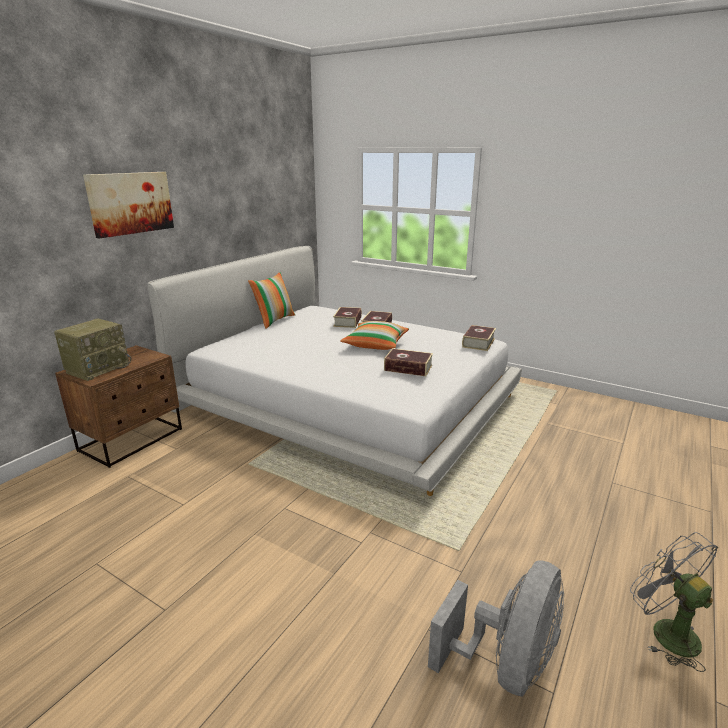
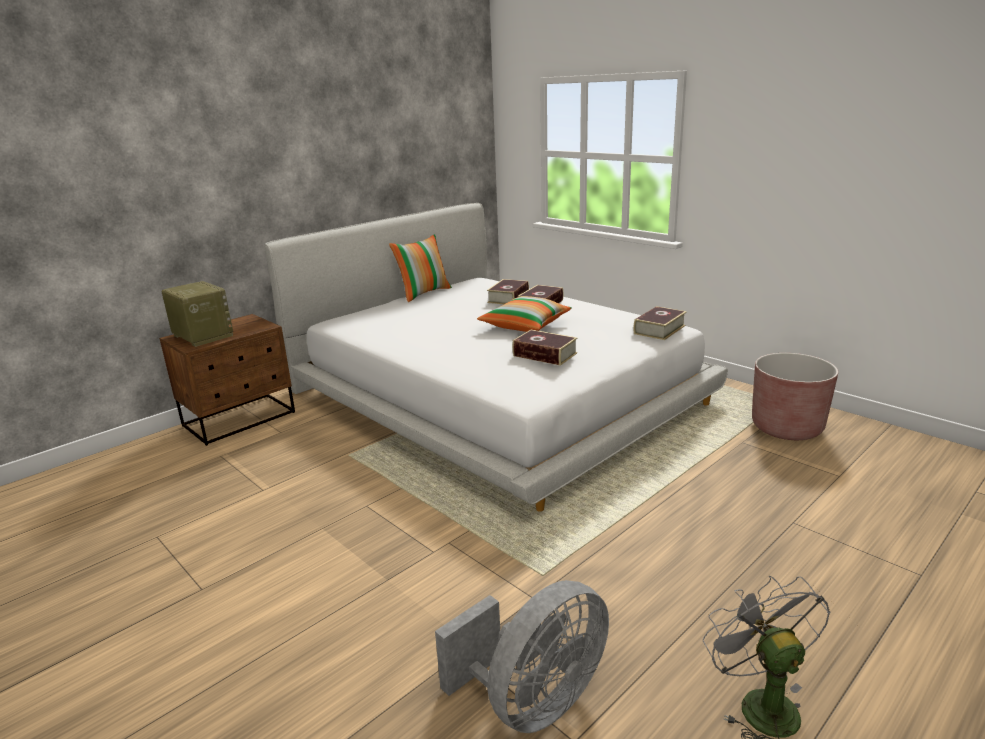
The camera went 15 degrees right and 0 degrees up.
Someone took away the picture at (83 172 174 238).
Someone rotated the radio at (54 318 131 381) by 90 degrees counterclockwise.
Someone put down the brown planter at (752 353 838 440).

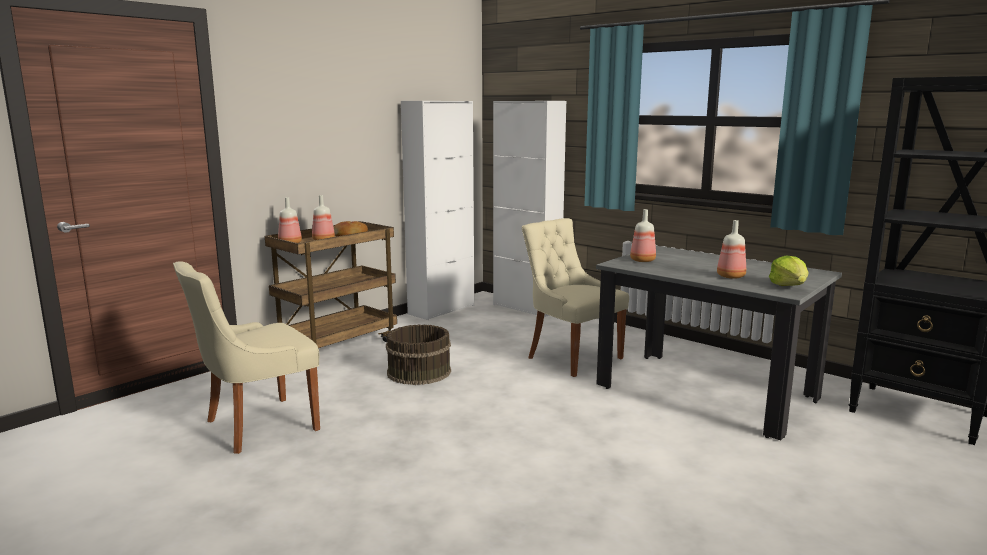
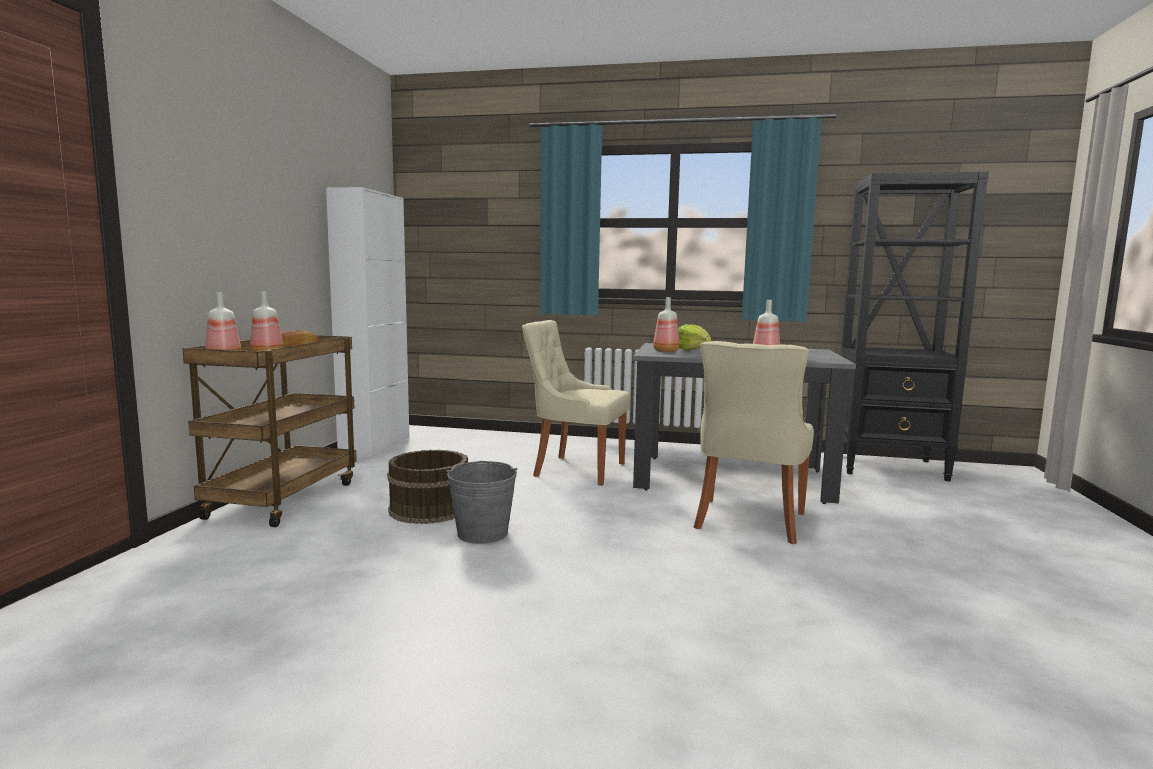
The camera went 30 degrees left and 5 degrees down.
Someone took away the white cabinet at (493 101 566 317).
Someone carried the lettuce from (769 255 809 286) to (678 324 711 350).
Someone carried the beige chair from (173 261 320 454) to (694 341 814 544).
Someone put down the grey bucket at (446 461 518 544).

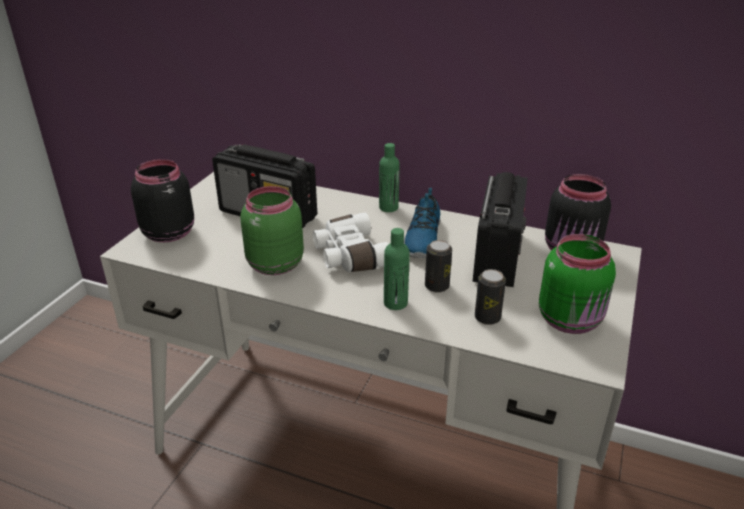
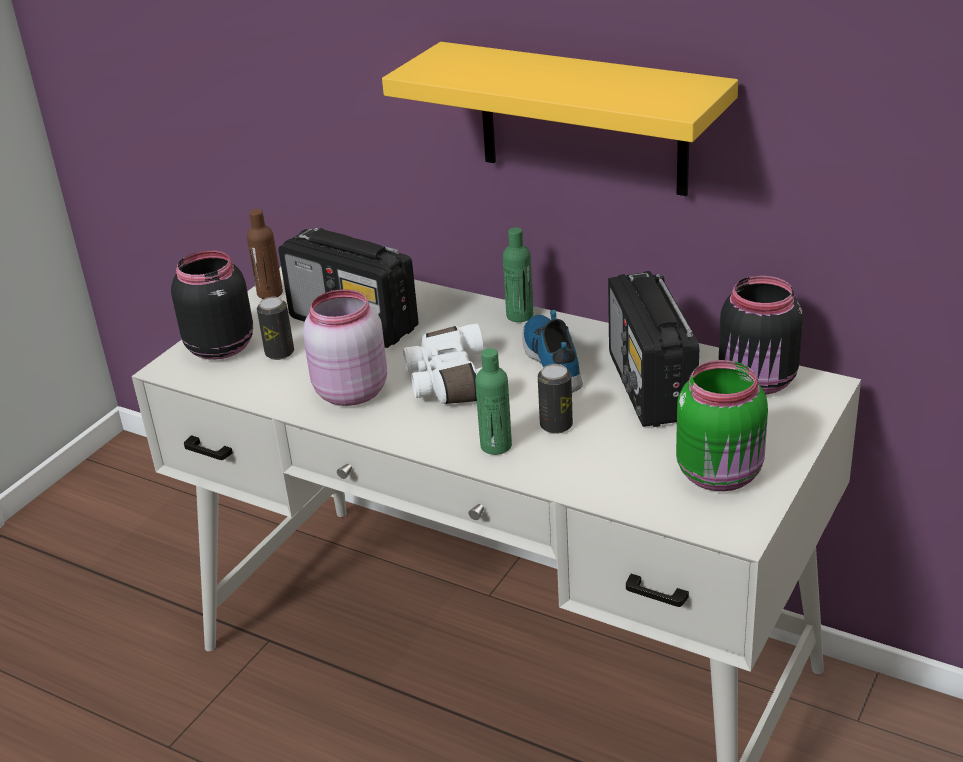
The camera went 10 degrees right and 0 degrees up.
Someone rotated the radio at (473 172 528 287) by 150 degrees clockwise.
Someone repainted the green jar at (240 186 304 275), which became the pink jar at (303 289 387 406).
Someone rotated the shoe at (404 188 441 258) by 150 degrees clockwise.
Someone carried the can from (475 269 506 325) to (257 297 294 360).
Someone put up the yellow shelf at (382 42 738 196).
Someone put down the brown bottle at (247 209 283 299).

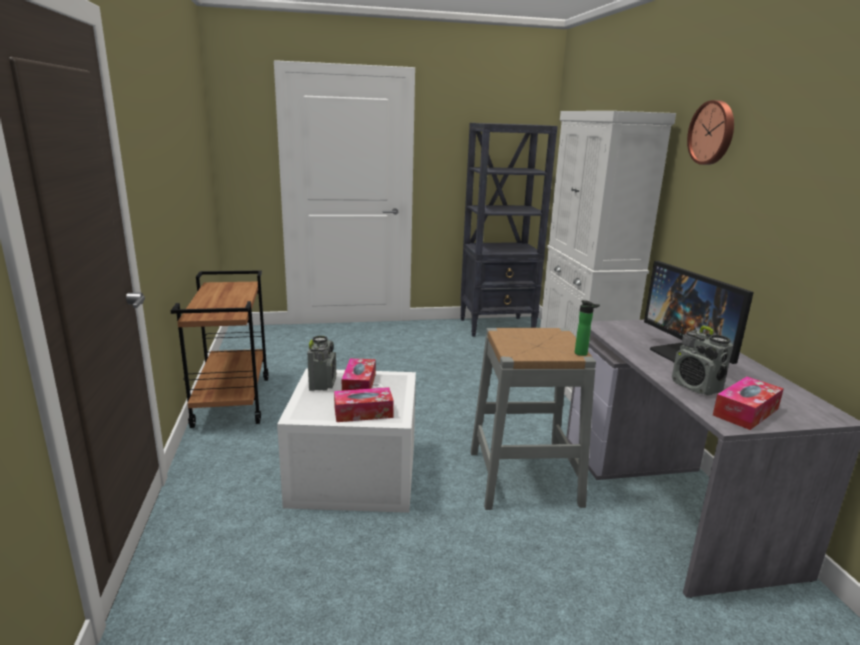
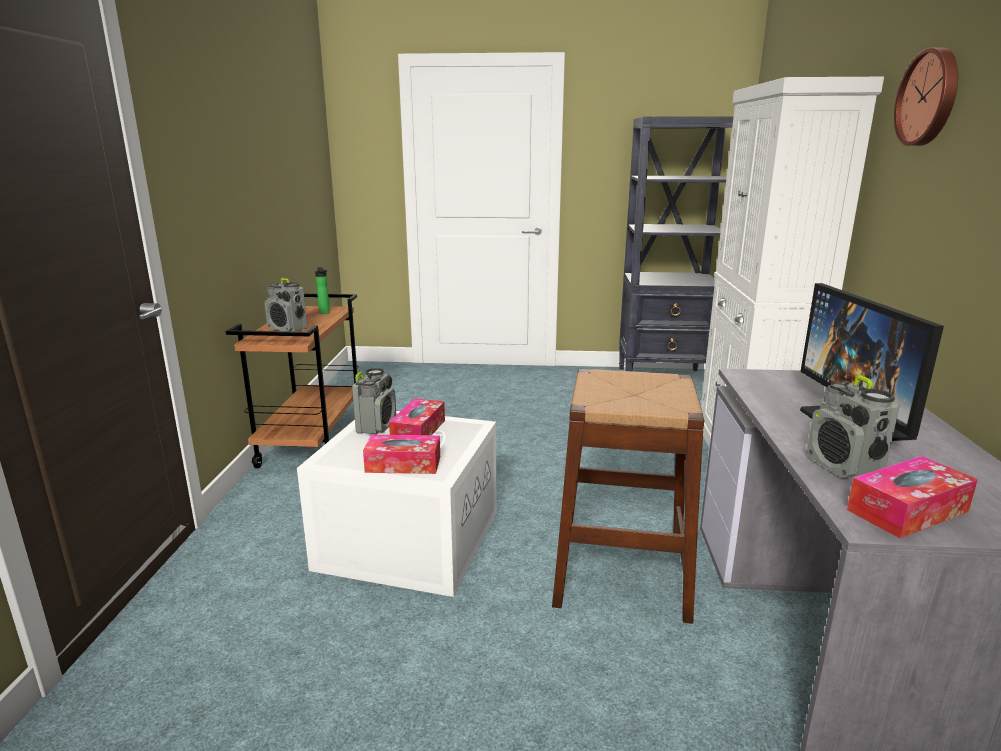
The camera went 15 degrees right and 0 degrees up.
Someone carried the bottle from (575 300 600 356) to (315 267 330 314).
Someone repainted the grey stool at (471 328 596 510), which became the brown stool at (552 369 704 624).
Someone put down the radio at (264 278 308 331).

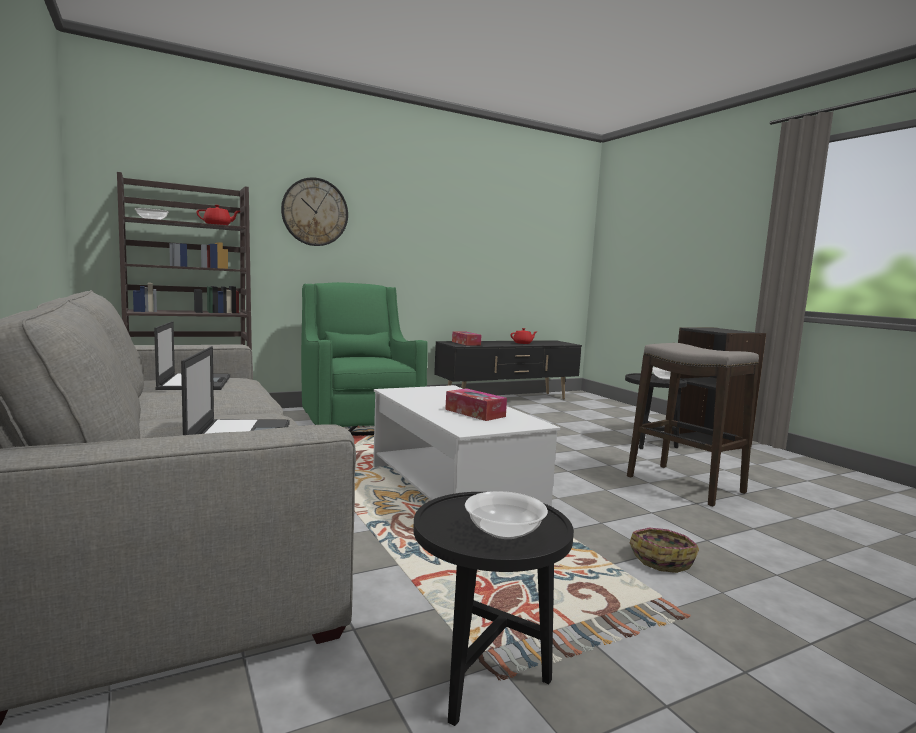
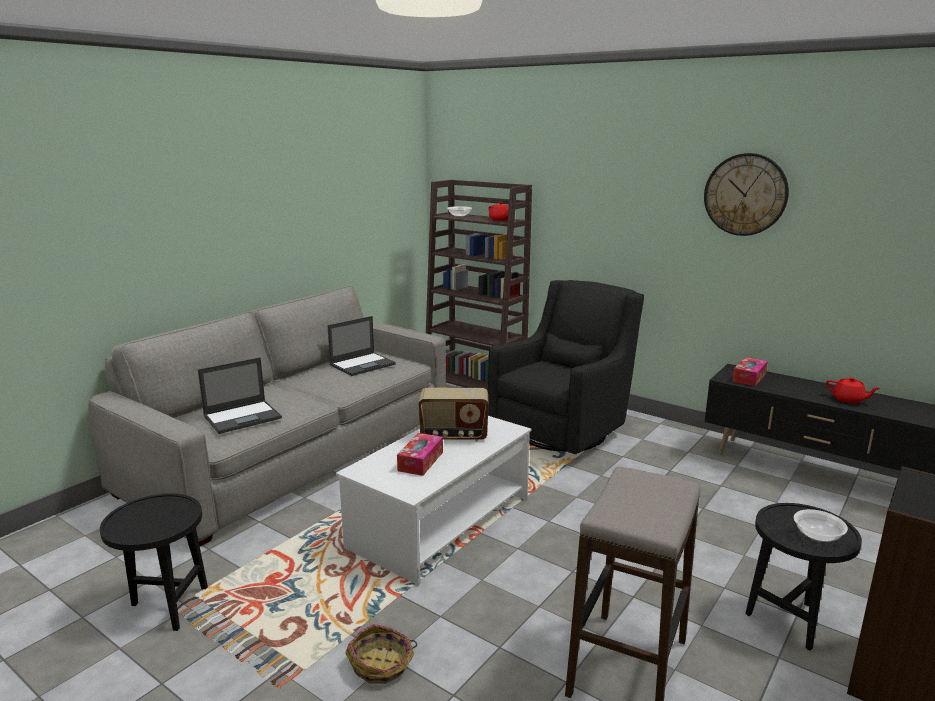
The camera went 65 degrees right and 10 degrees up.
Someone carried the wall clock from (281 177 348 246) to (704 153 789 236).
Someone repainted the green armchair at (301 282 428 436), which became the black armchair at (488 280 644 454).
Someone took away the bowl at (465 491 548 539).
Someone put down the radio at (418 388 488 441).

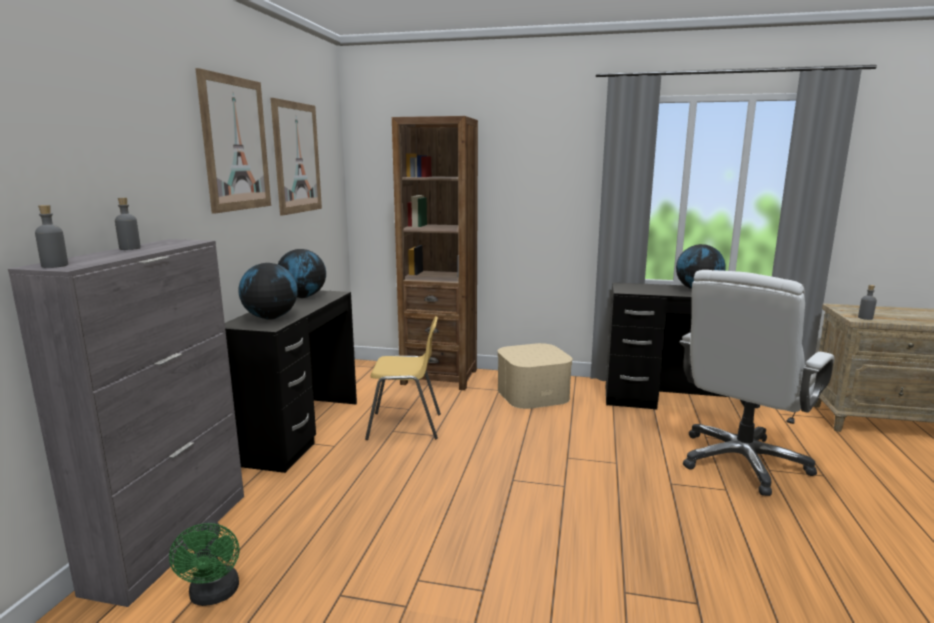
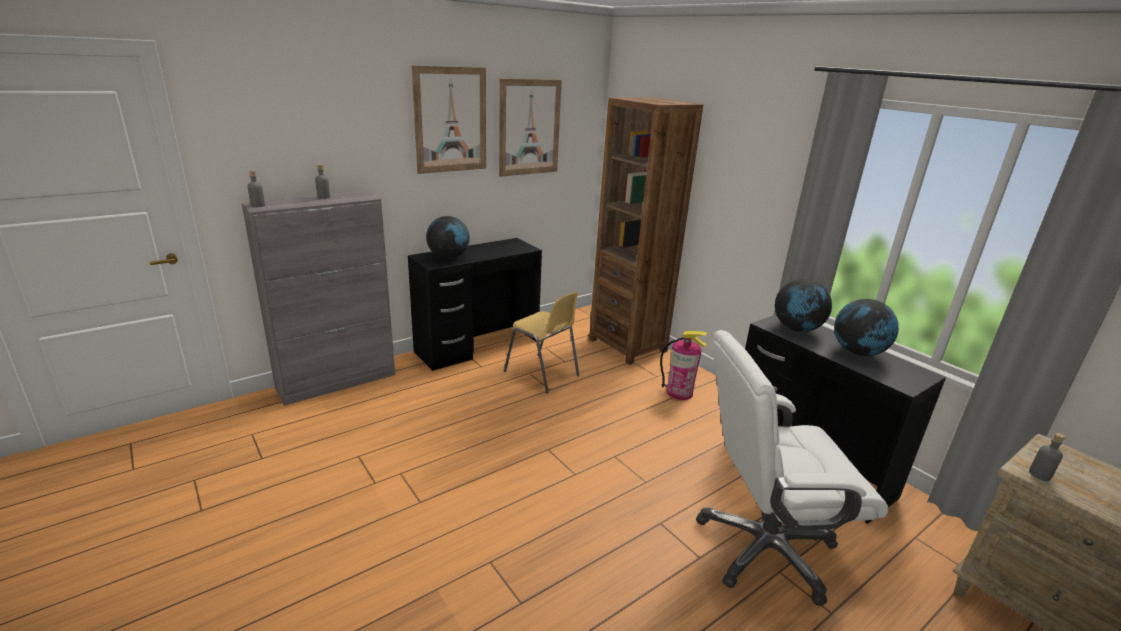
The camera went 40 degrees right and 10 degrees up.
Someone carried the globe from (278 249 326 298) to (775 279 832 332).
Someone swapped the beige storage box at (497 343 573 409) for the fire extinguisher at (660 331 707 400).
Someone took away the green fan at (169 520 239 606).

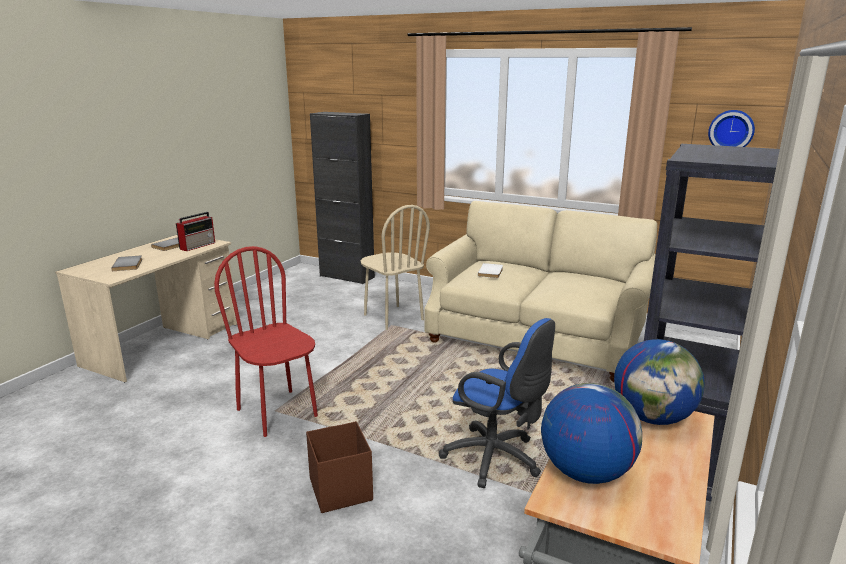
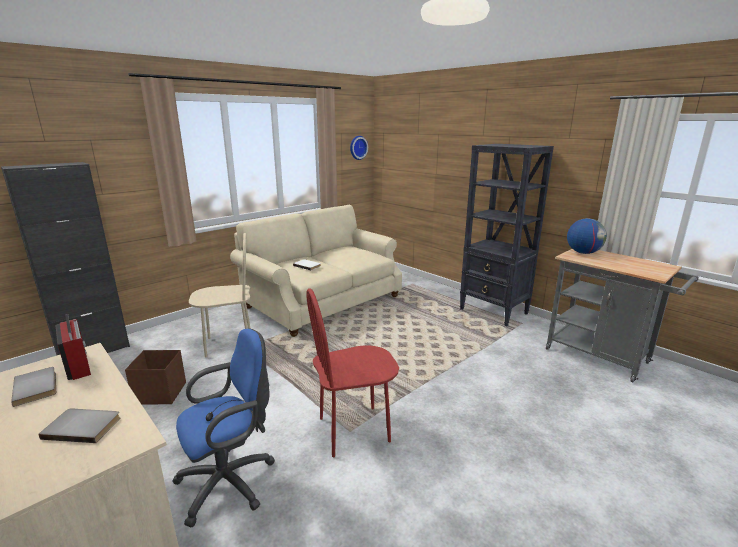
The camera went 70 degrees left and 0 degrees up.
Someone carried the blue office chair from (439 318 555 488) to (172 329 275 527).
Someone took away the globe at (541 383 642 484).
Someone carried the brown storage box from (306 421 373 513) to (125 350 186 405).

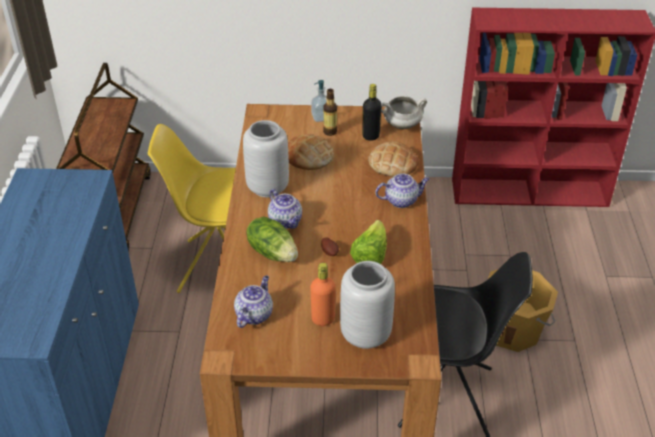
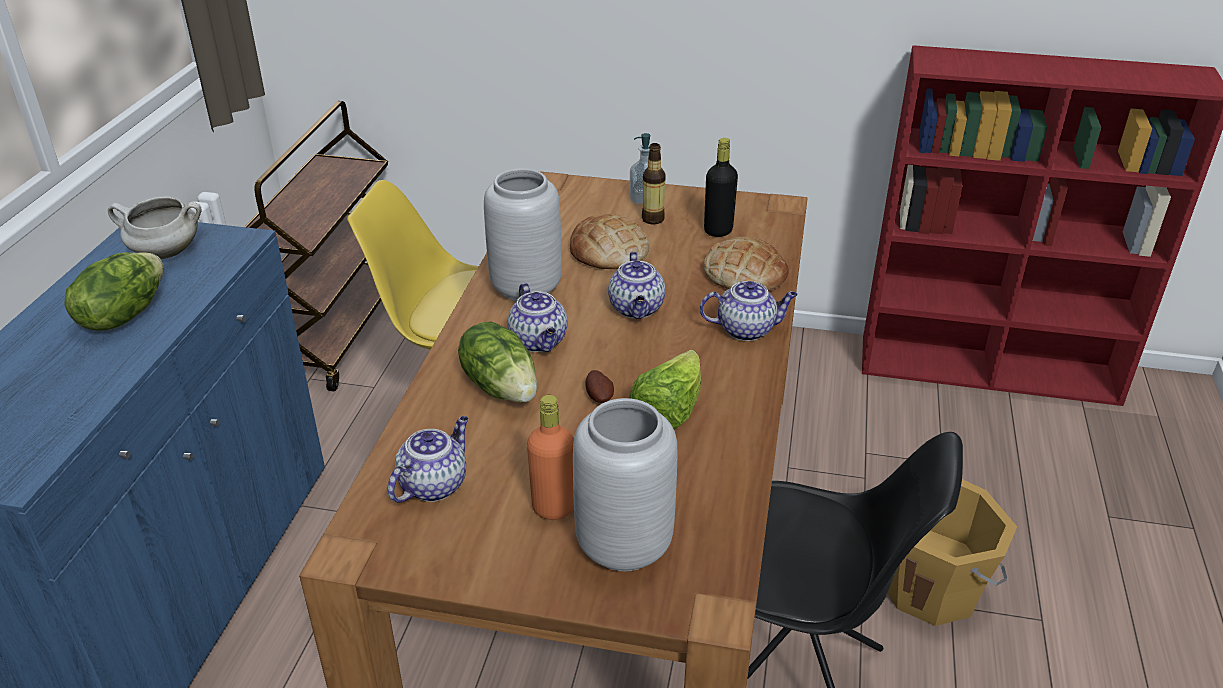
The camera went 10 degrees right and 5 degrees down.
Someone carried the white cooking pot from (381 96 427 129) to (108 197 202 259).
Someone put down the lettuce at (64 252 163 331).
Someone put down the teapot at (608 252 666 319).

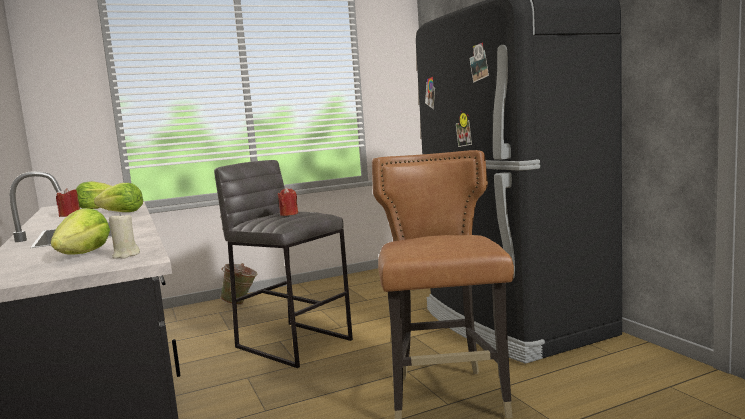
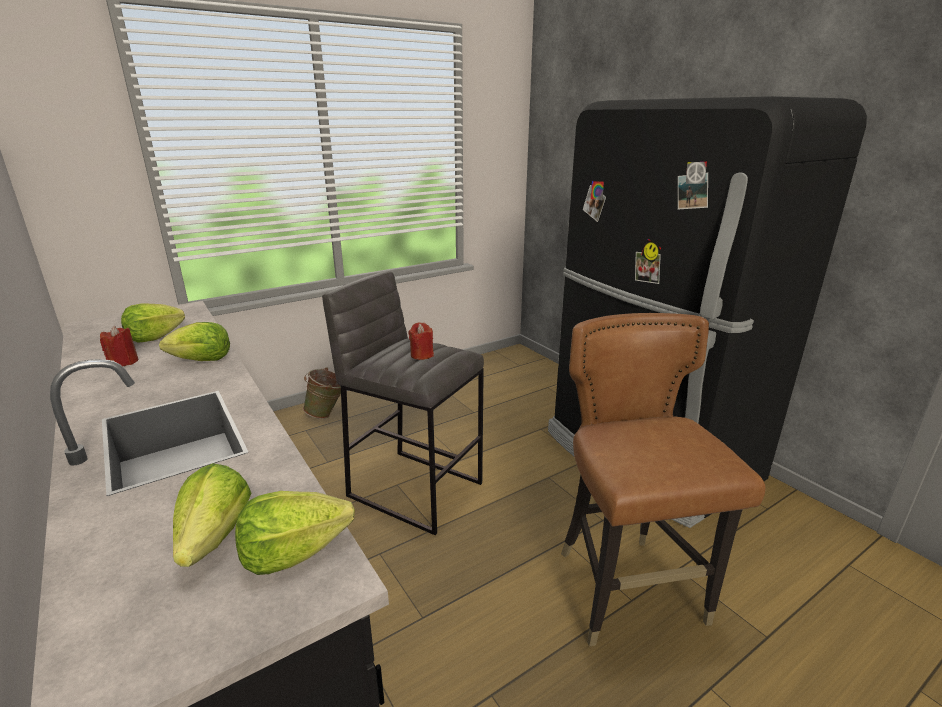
The camera went 10 degrees left and 15 degrees up.
Someone swapped the beige candle at (109 212 140 259) for the lettuce at (235 491 355 575).

